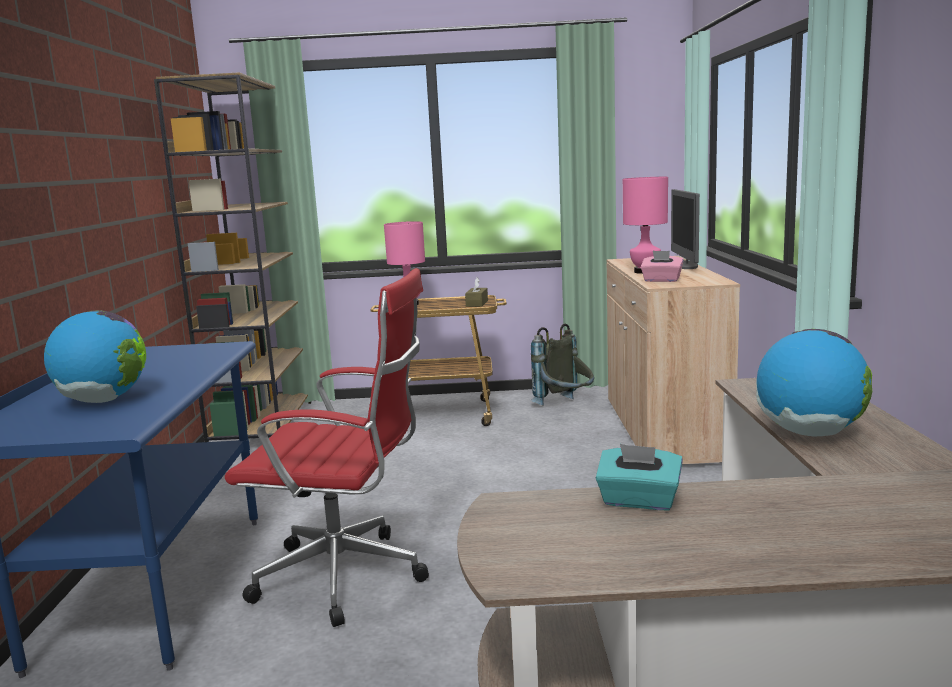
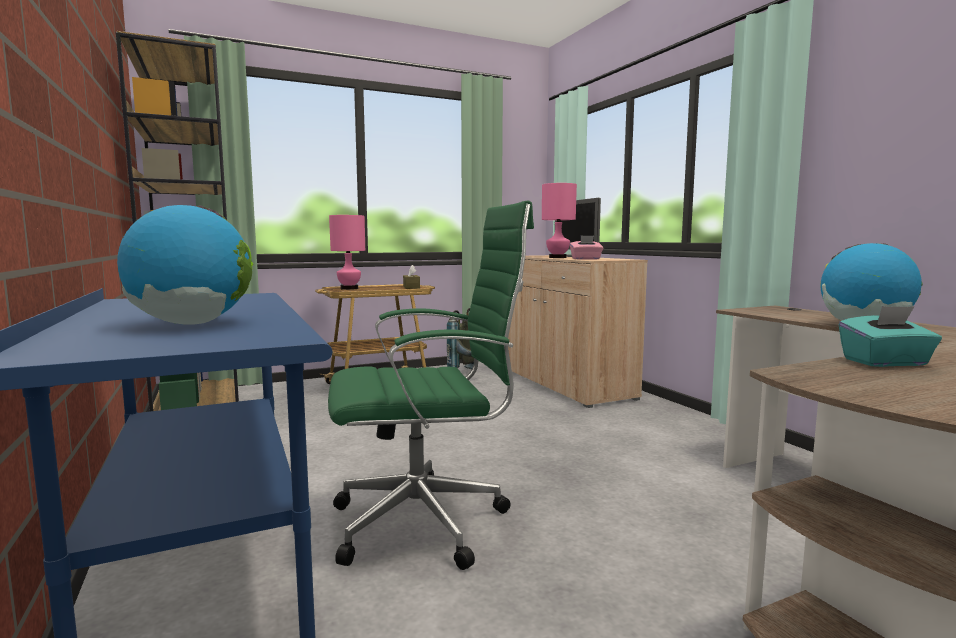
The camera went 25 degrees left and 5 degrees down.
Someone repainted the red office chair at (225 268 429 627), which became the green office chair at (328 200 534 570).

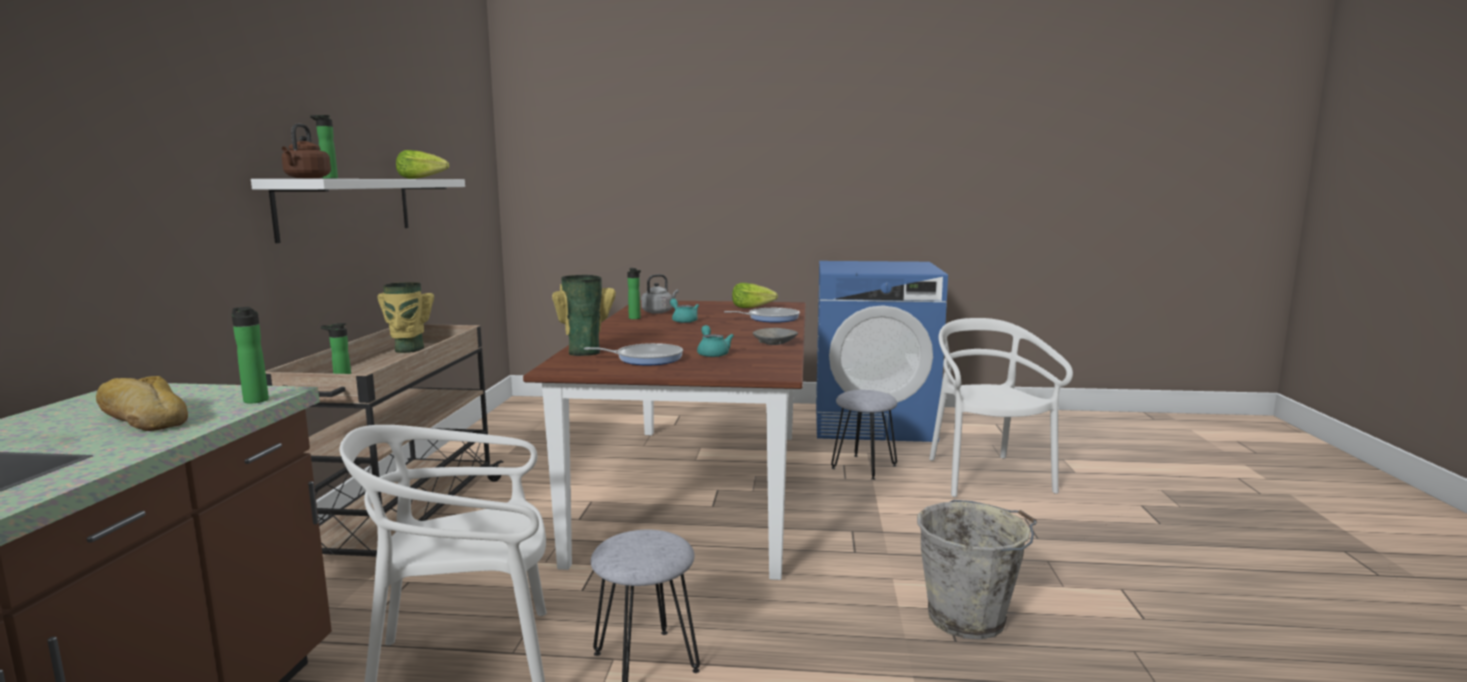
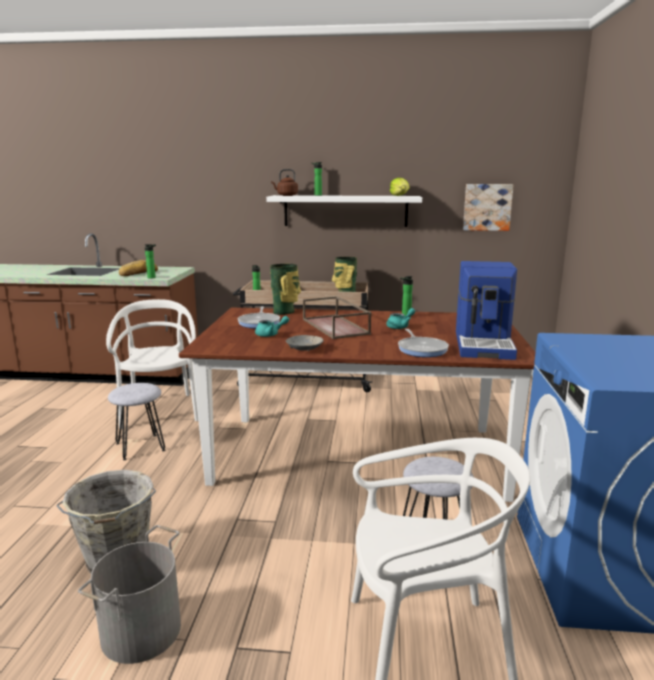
The camera went 90 degrees right and 5 degrees up.
Someone took away the grey kettle at (641 274 679 314).
Someone swapped the lettuce at (732 283 778 308) for the coffee machine at (456 261 517 360).
Someone put up the picture at (463 184 514 231).
Someone put down the brown tray at (303 296 371 339).
Someone put down the grey bucket at (78 525 181 664).

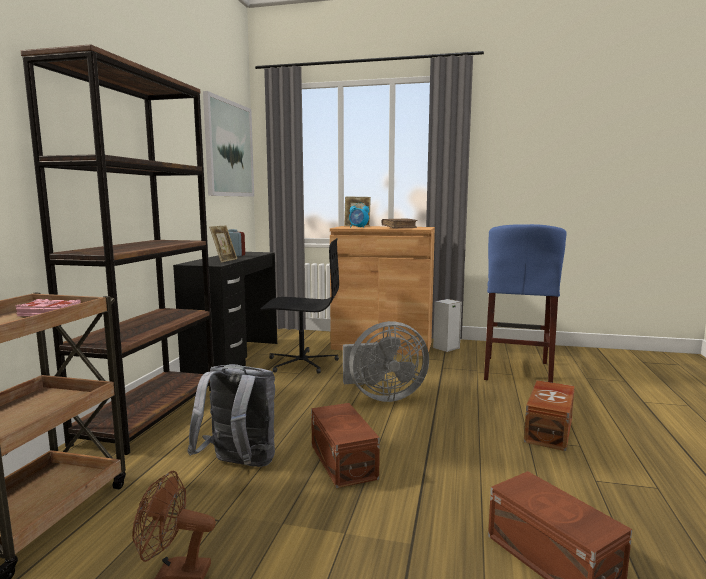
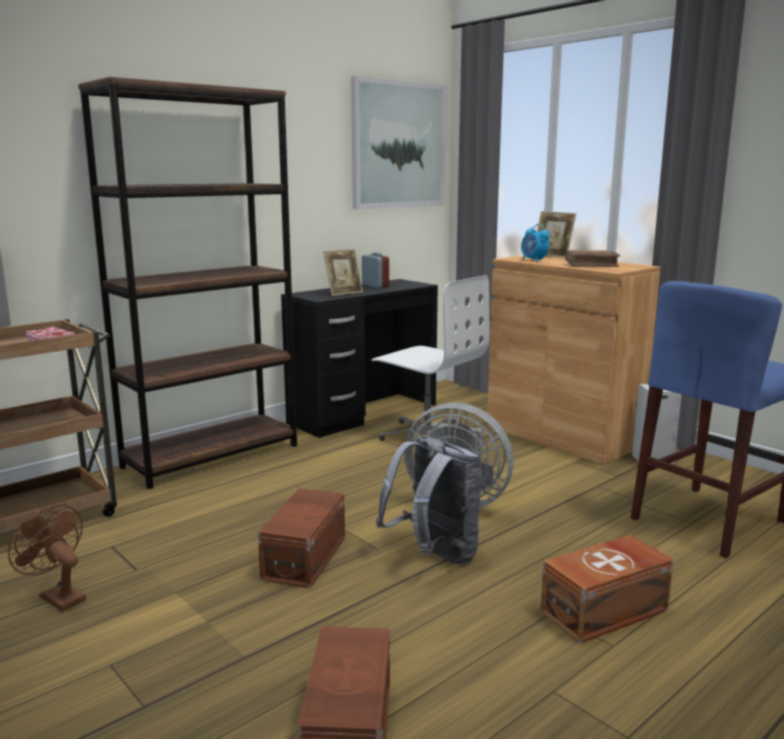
The camera went 35 degrees right and 5 degrees up.
Someone repainted the black office chair at (260 238 339 374), which became the white office chair at (371 275 490 441).
Someone carried the grey backpack from (187 364 275 467) to (376 436 483 565).

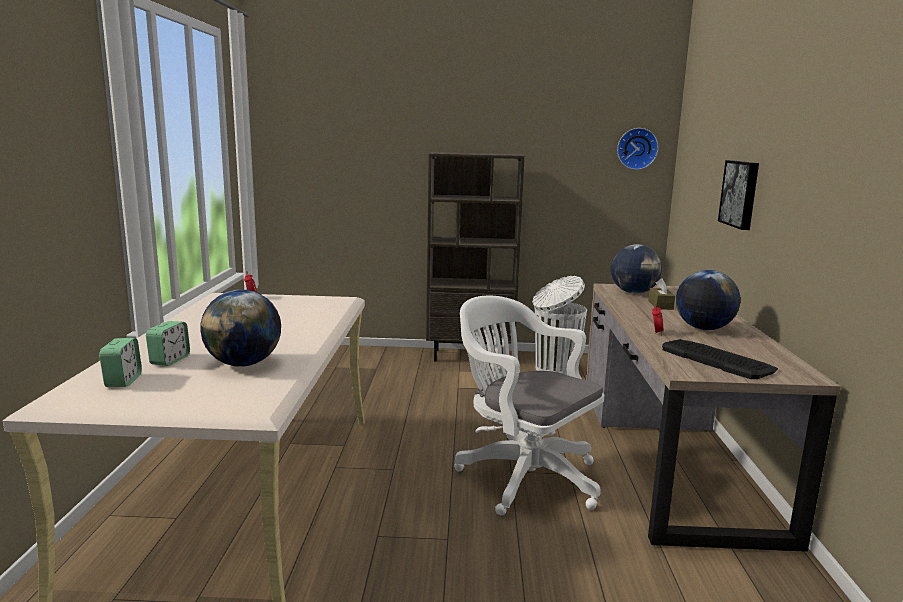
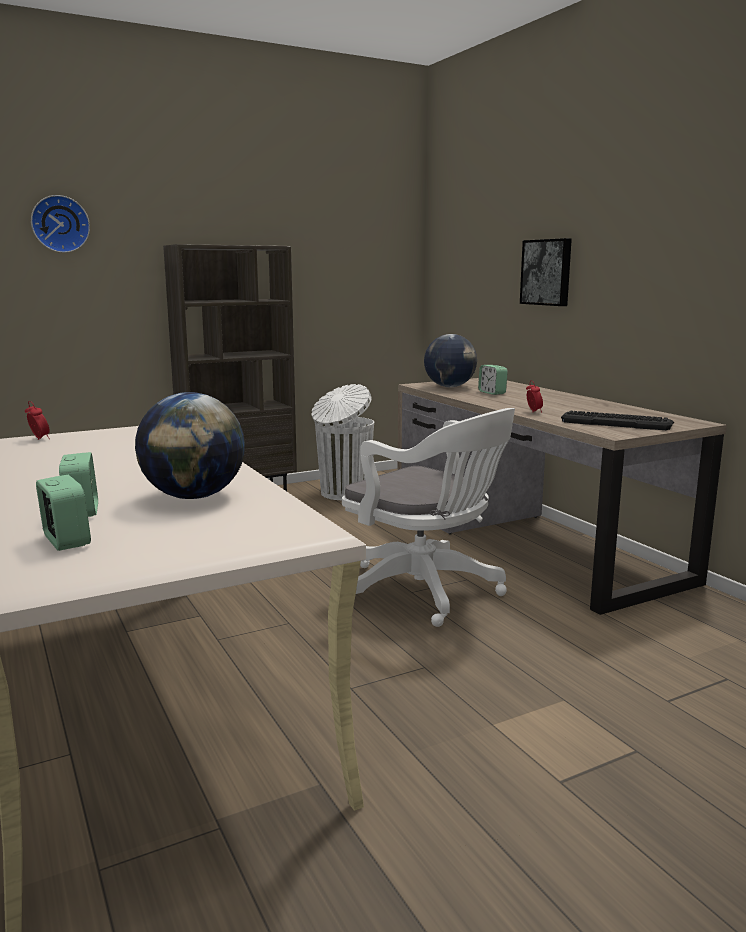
The camera went 30 degrees left and 0 degrees up.
Someone carried the wall clock from (617 128 658 170) to (31 195 90 253).
Someone took away the globe at (676 270 741 330).
Someone swapped the brown tissue box at (648 278 675 310) for the alarm clock at (478 365 508 395).
Someone rotated the white office chair at (454 296 604 515) by 150 degrees counterclockwise.

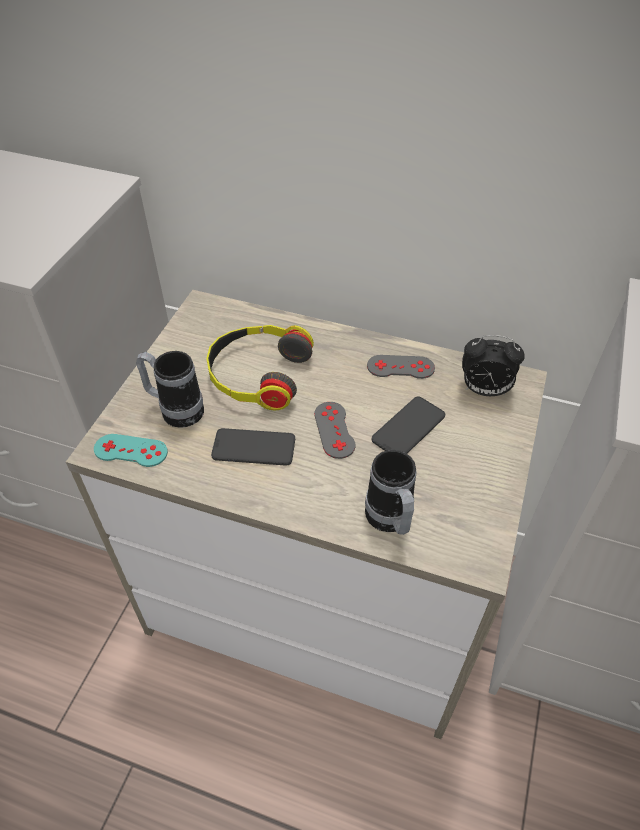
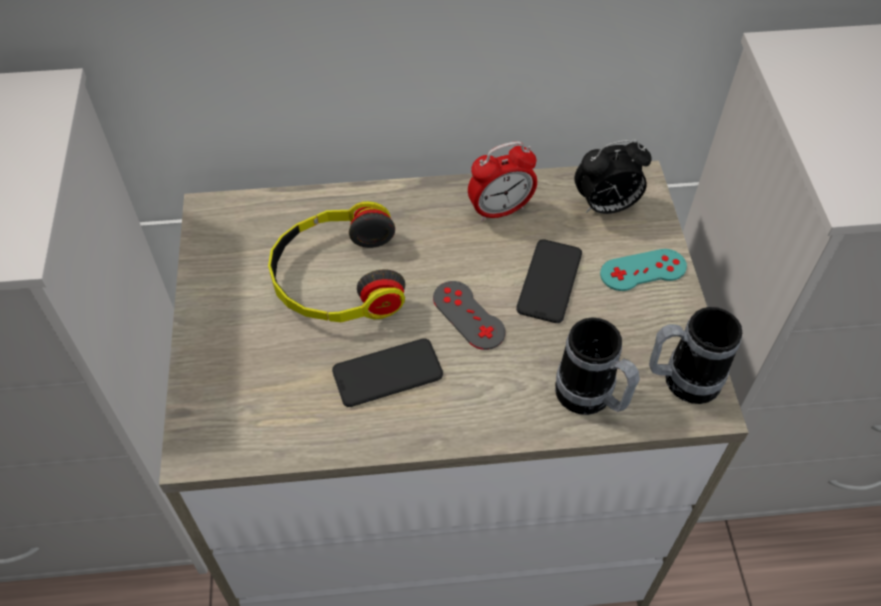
The camera went 25 degrees left and 5 degrees up.
Someone carried the mug from (136 351 204 428) to (649 307 742 404).
Someone swapped the grey game controller at (367 355 435 379) for the alarm clock at (468 141 537 221).
Someone carried the turquoise game controller from (94 434 168 467) to (600 249 687 291).

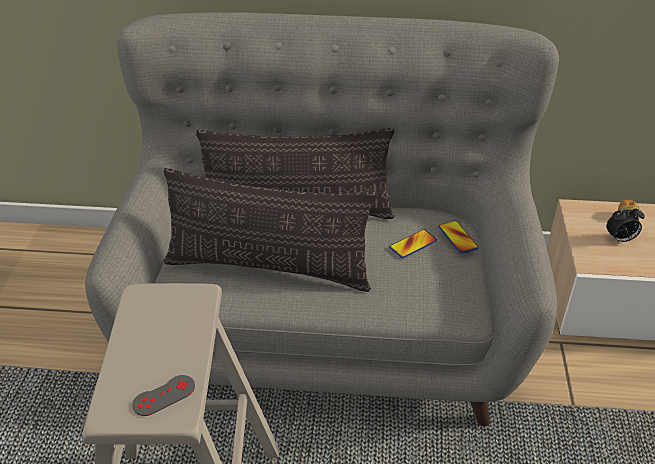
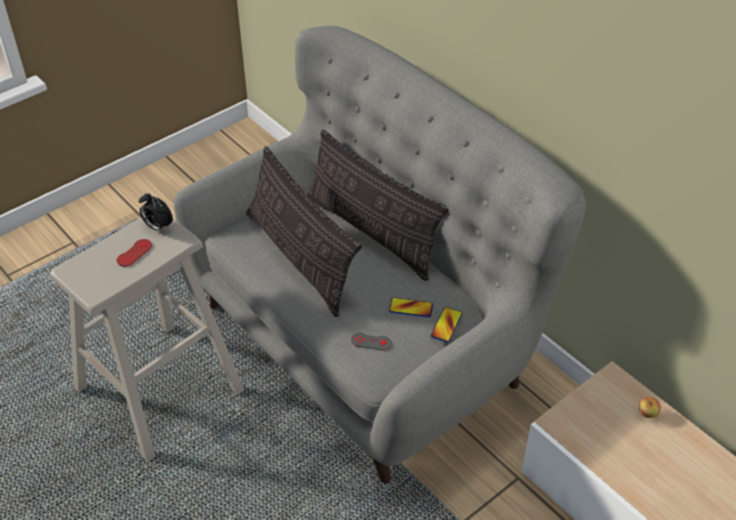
The camera went 45 degrees right and 5 degrees up.
Someone carried the alarm clock from (606 206 645 242) to (139 192 173 233).
Someone carried the grey game controller from (132 375 195 416) to (351 333 392 350).
Someone put down the red game controller at (117 239 152 267).

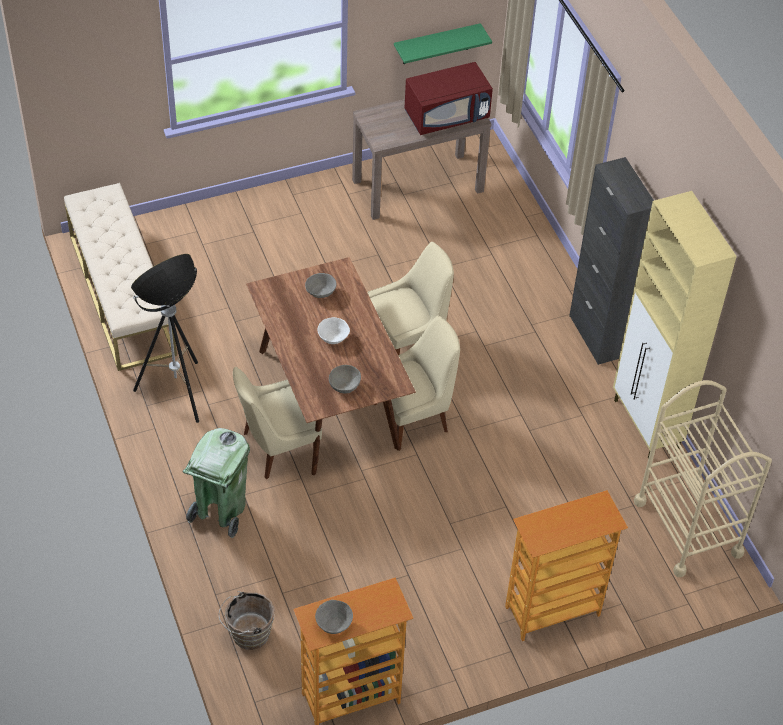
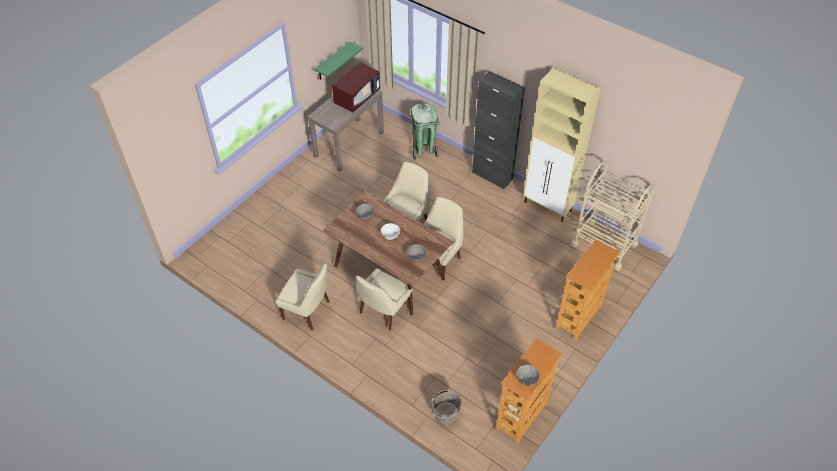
The camera went 30 degrees left and 0 degrees up.
Someone took away the beige bench at (64 183 177 371).
Someone swapped the floor lamp at (131 254 199 423) for the beige chair at (276 263 330 330).
Someone carried the green trash can from (182 428 250 538) to (411 103 440 160).

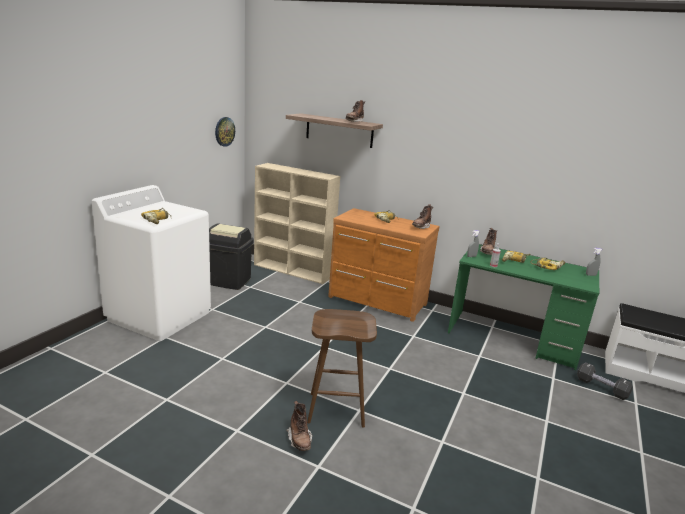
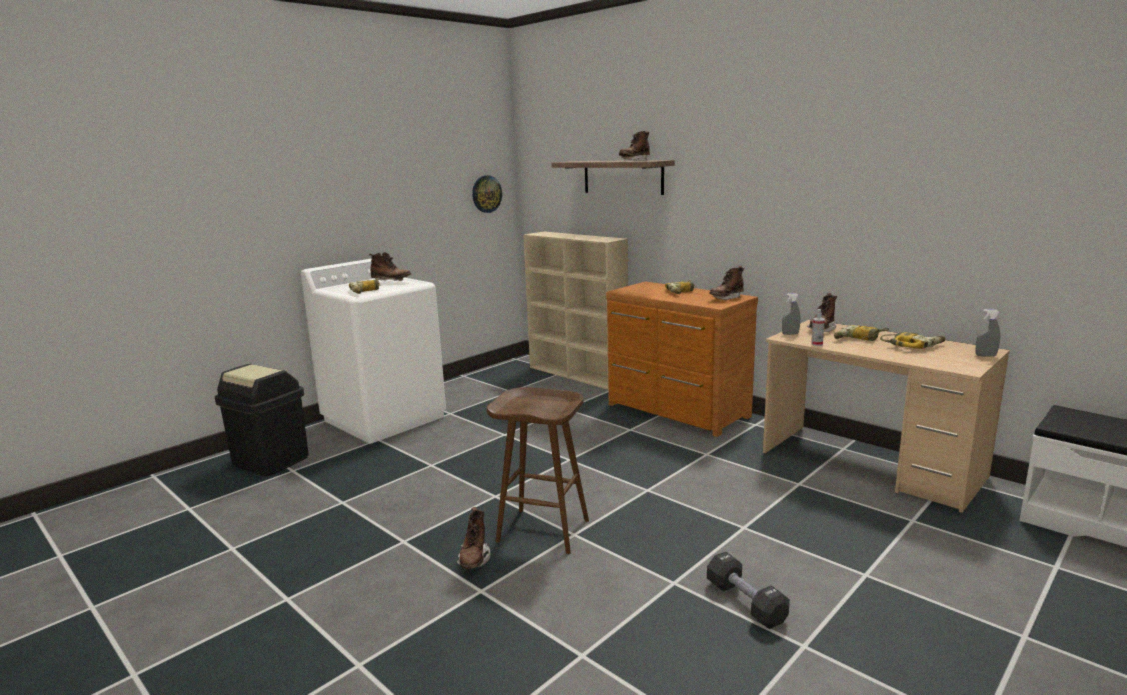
The camera went 20 degrees right and 5 degrees down.
Someone carried the black trash can from (209 224 254 290) to (215 364 309 476).
Someone repainted the green desk at (448 244 599 370), which became the beige desk at (763 319 1010 513).
Someone carried the black dumbbell from (577 362 633 400) to (707 551 790 629).
Someone put down the brown boot at (369 252 411 281).

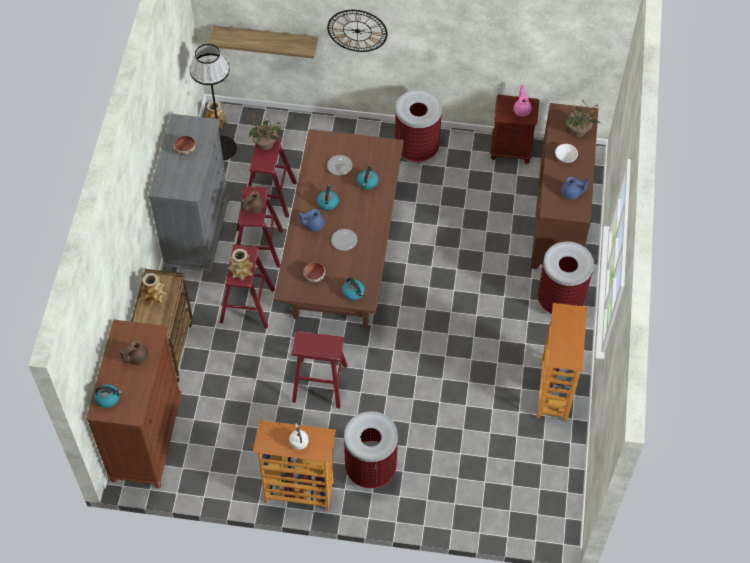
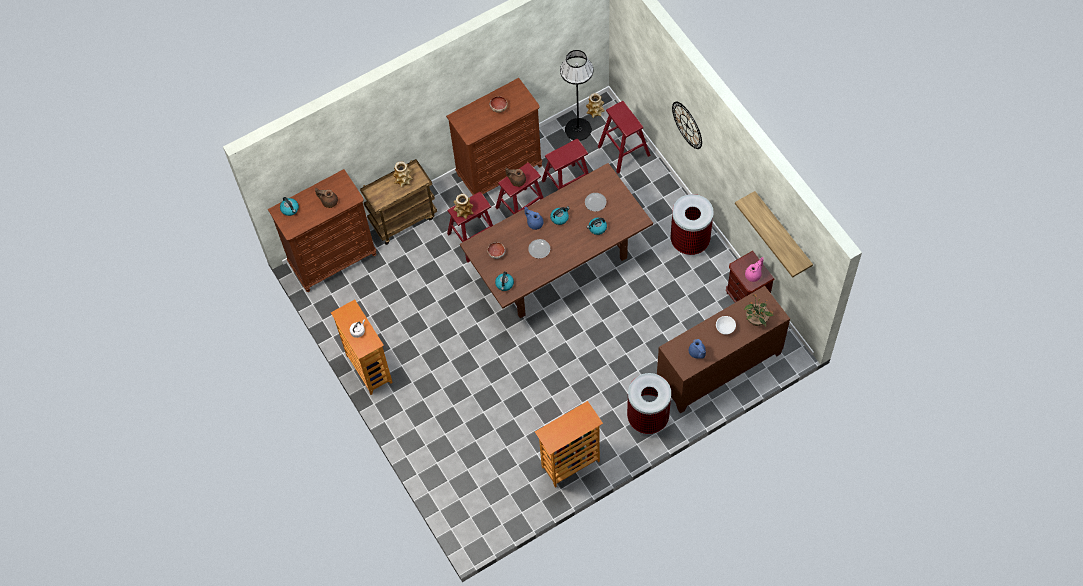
The camera went 55 degrees right and 5 degrees up.
Someone carried the shelf from (208 25 318 59) to (735 191 813 278).
Someone repainted the grey dresser at (148 114 229 276), which became the brown dresser at (446 78 542 195).
Someone took away the potted plant at (249 114 281 150).
Someone carried the red stool from (291 331 347 408) to (598 101 651 173).
Someone took away the trash can at (344 411 398 488).

